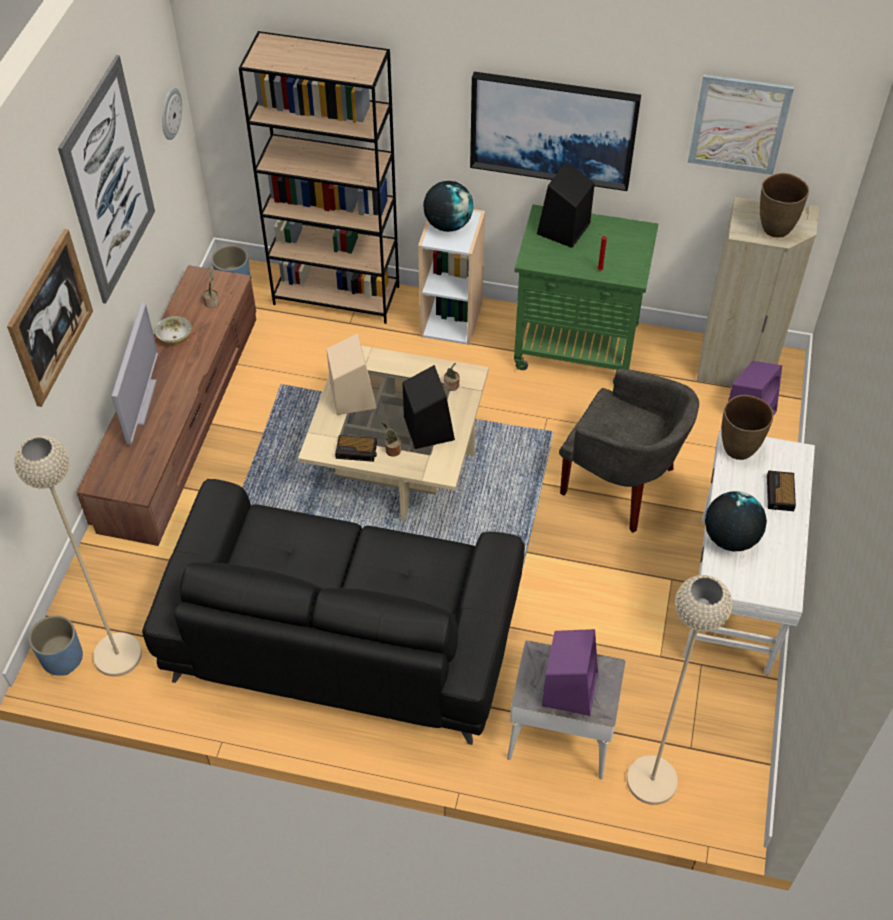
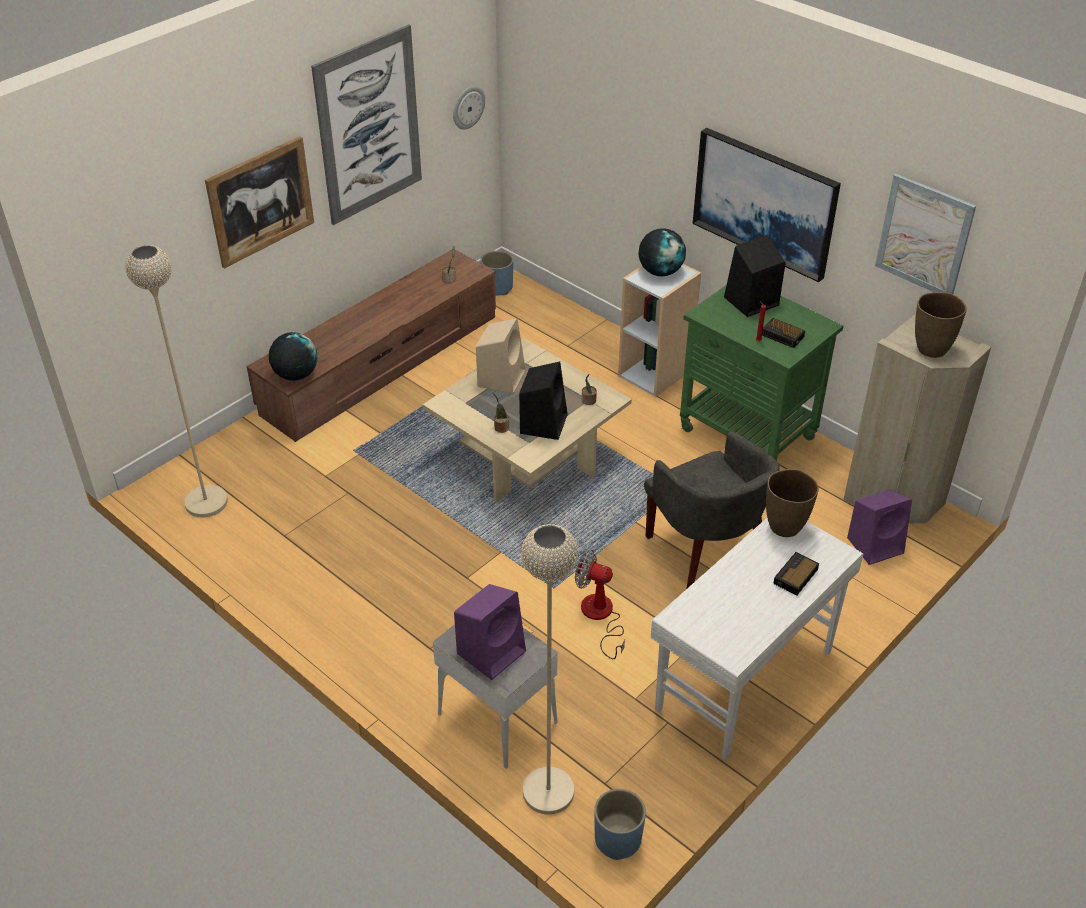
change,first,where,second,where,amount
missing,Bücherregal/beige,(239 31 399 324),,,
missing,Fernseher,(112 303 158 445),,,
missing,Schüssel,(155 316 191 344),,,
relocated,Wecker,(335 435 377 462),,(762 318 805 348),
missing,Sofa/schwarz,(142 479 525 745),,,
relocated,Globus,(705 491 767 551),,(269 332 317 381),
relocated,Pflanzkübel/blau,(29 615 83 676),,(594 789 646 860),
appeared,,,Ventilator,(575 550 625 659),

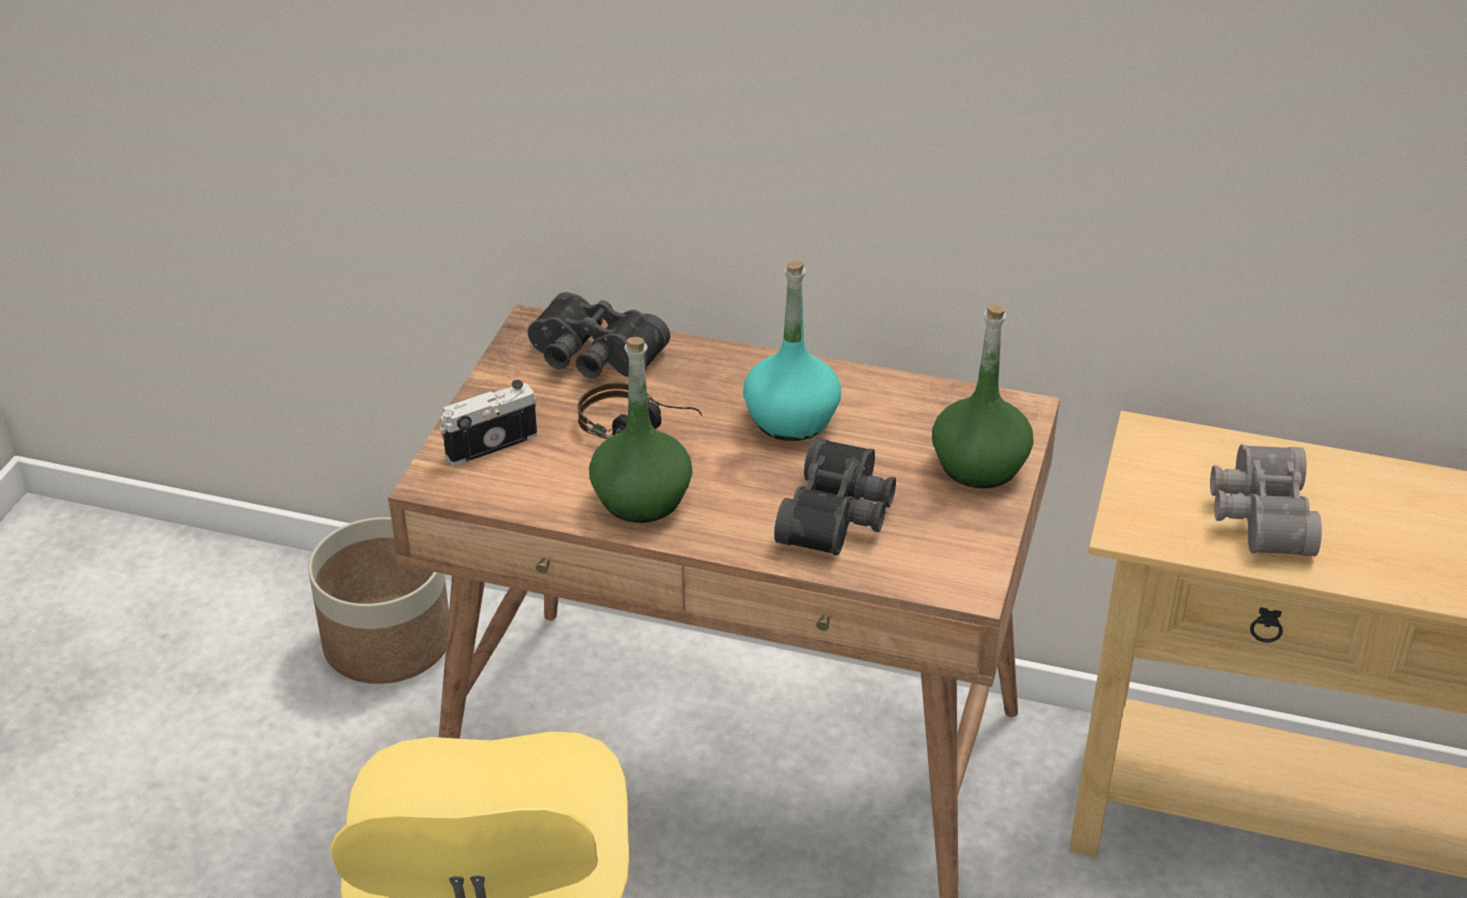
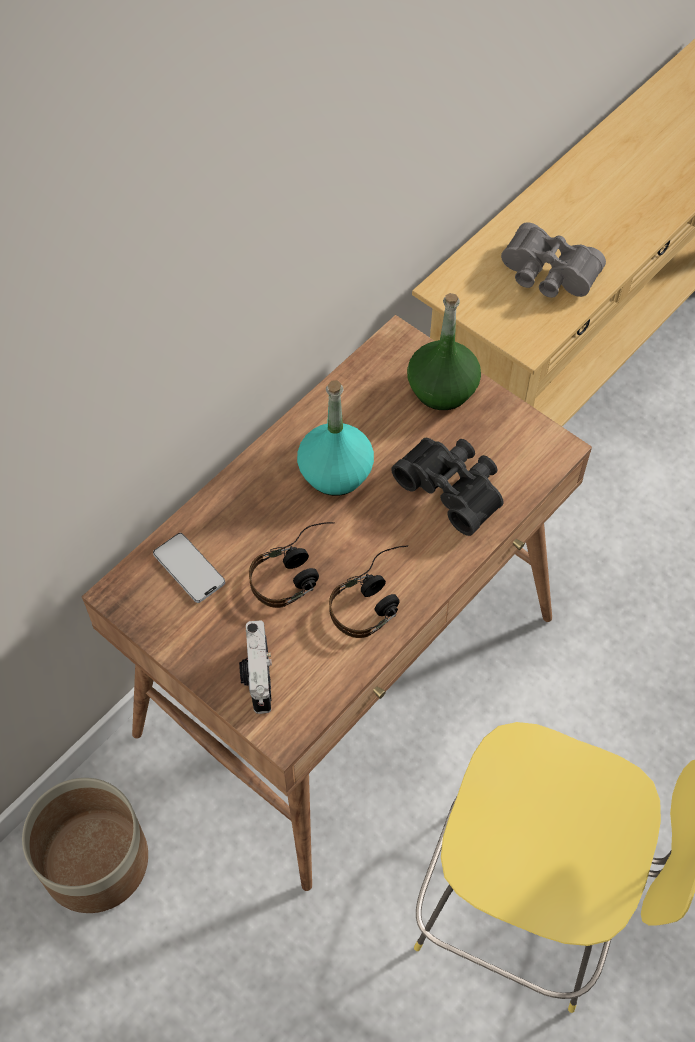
change,first,where,second,where,amount
exchanged,Fernglas/schwarz,(528 292 670 378),Handy,(153 533 225 603),
exchanged,Flasche/grün,(589 337 692 523),Kopfhörer,(329 546 408 638),

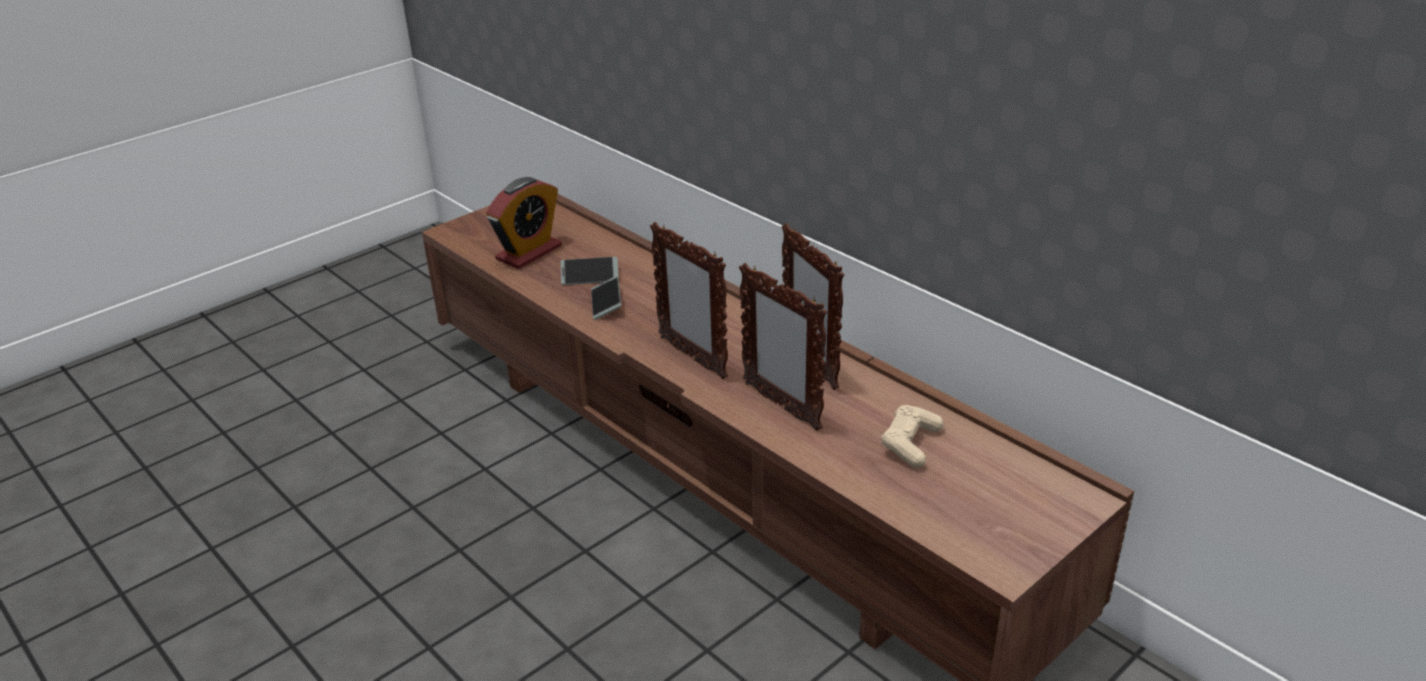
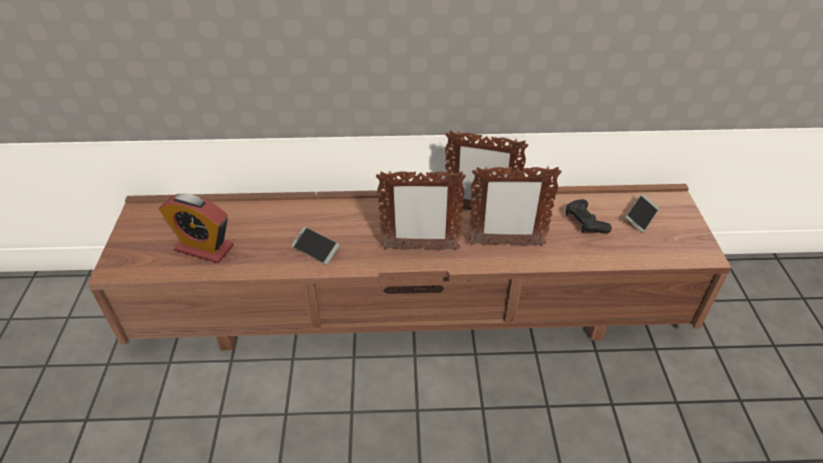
change,first,where,second,where,amount
spun,Wecker,(486 177 562 269),,(159 193 234 263),120 degrees clockwise
relocated,Handy,(561 257 619 285),,(625 194 659 232),
colour,Gamepad/beige,(881 405 944 468),Gamepad/schwarz,(566 199 612 234),

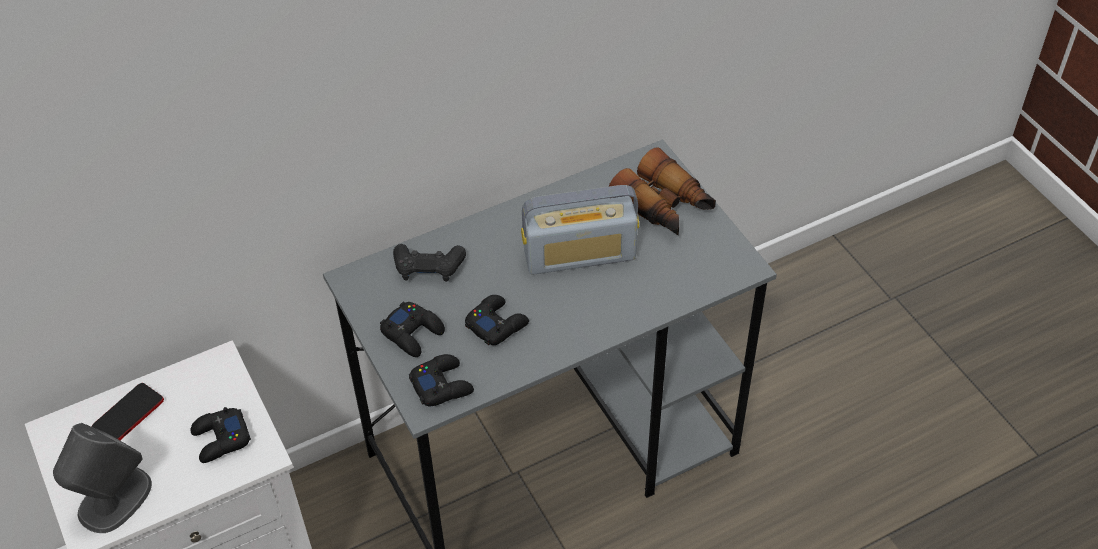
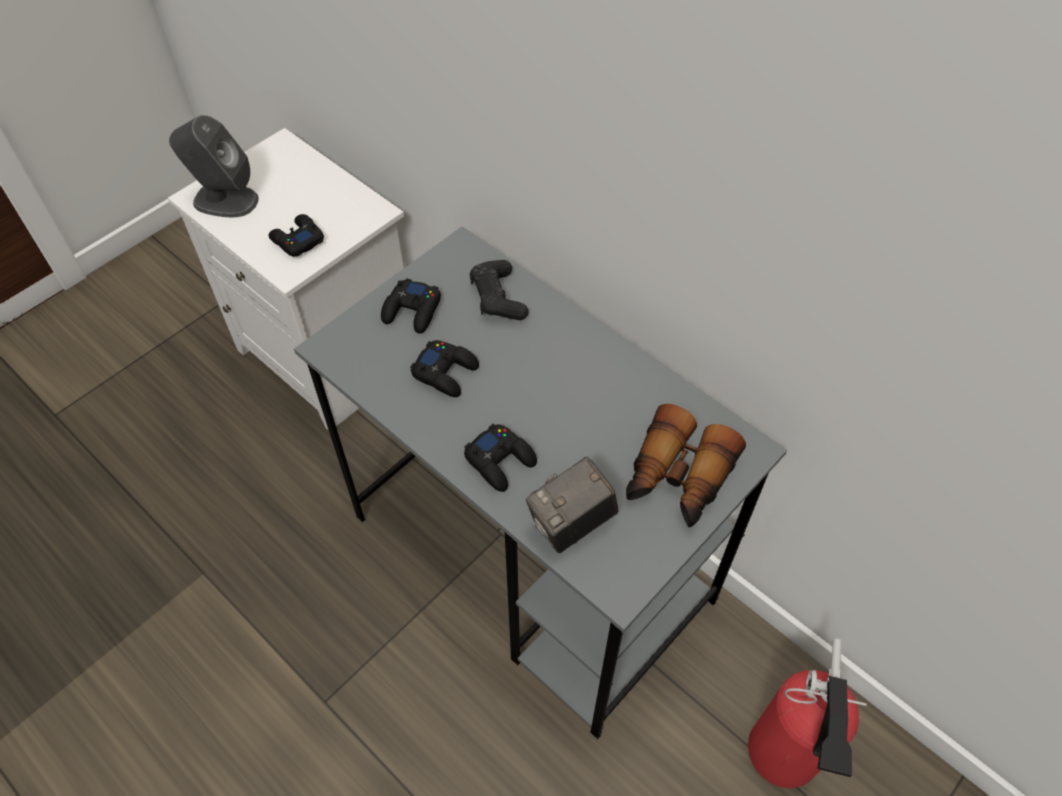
change,first,where,second,where,amount
missing,Radio,(521 185 639 275),,,
relocated,Gamepad/schwarz,(409 354 474 407),,(464 423 537 492),
missing,Handy,(92 383 164 440),,,
appeared,,,Kamera,(526 457 619 553),
appeared,,,Feuerlöscher,(748 639 867 788),

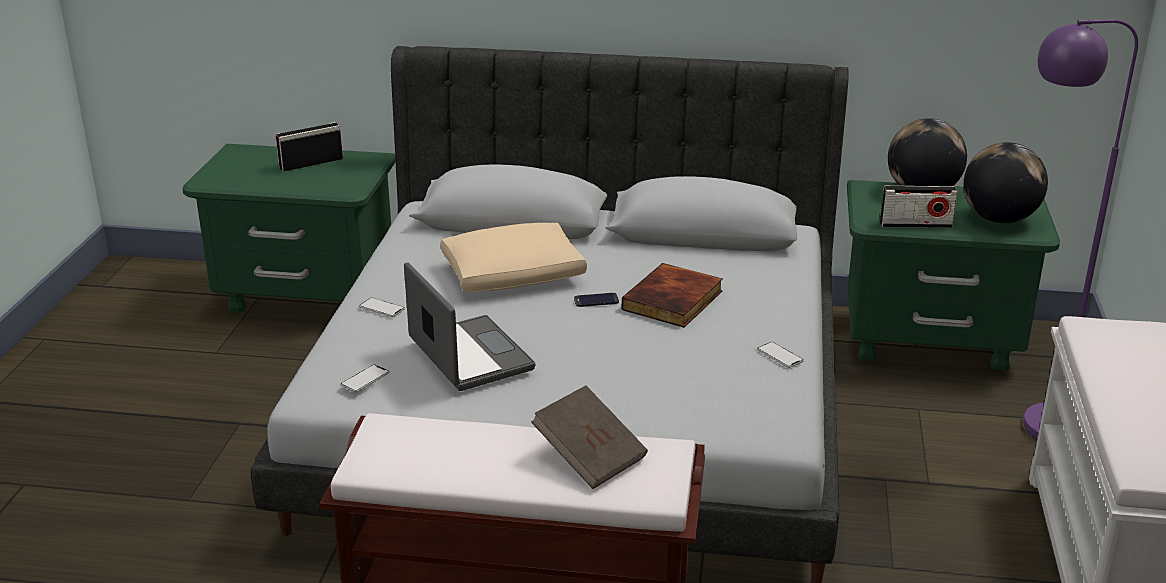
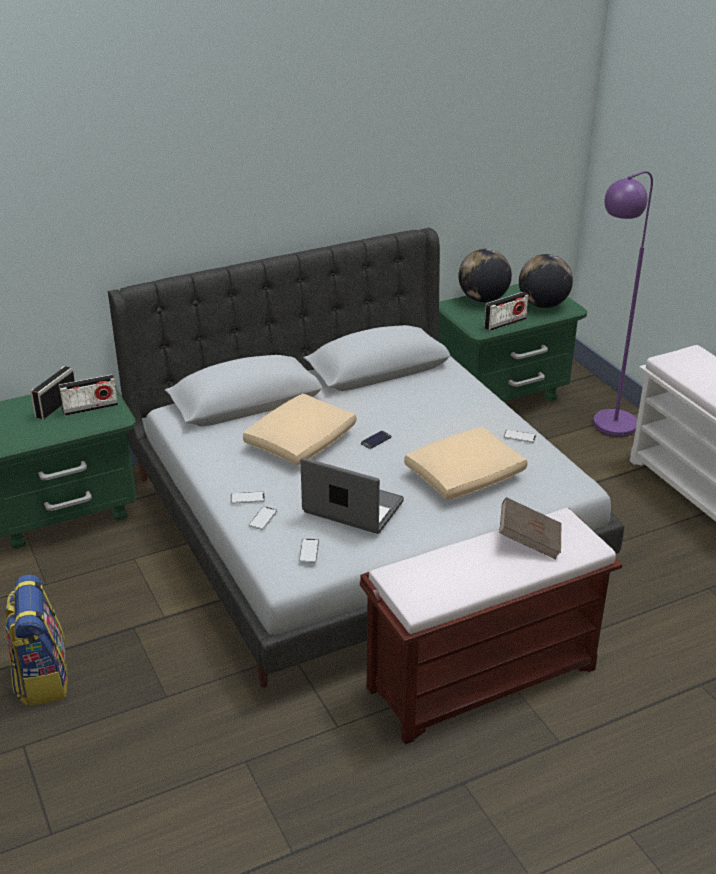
change,first,where,second,where,amount
missing,Buch,(622 263 723 328),,,
appeared,,,Radio,(58 374 118 416),
appeared,,,Kissen/beige,(404 427 528 500),
appeared,,,Handy,(249 506 278 530),
appeared,,,Rucksack,(5 574 68 706),

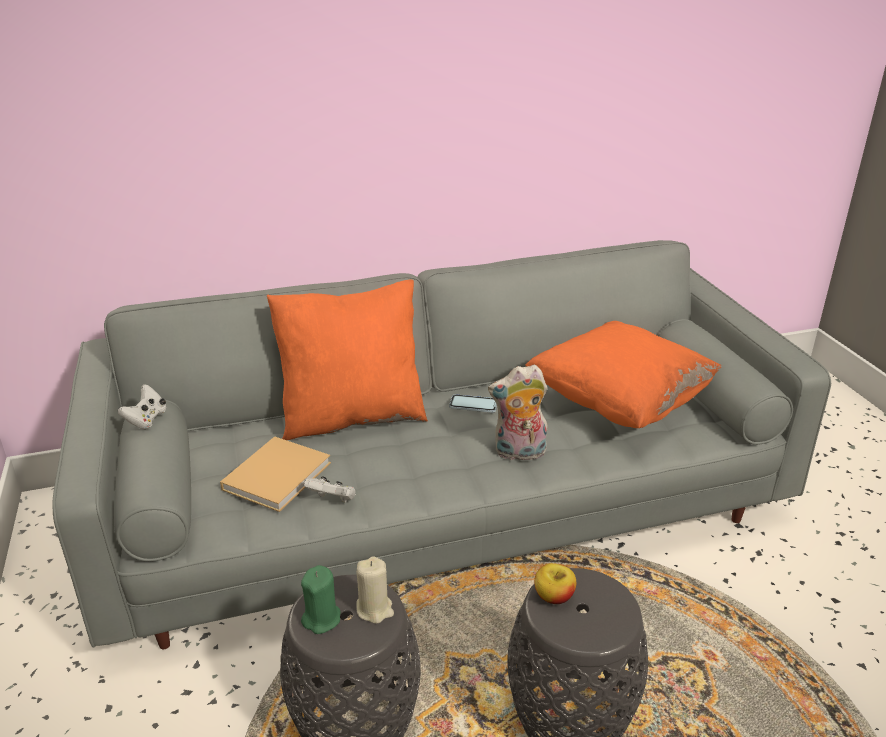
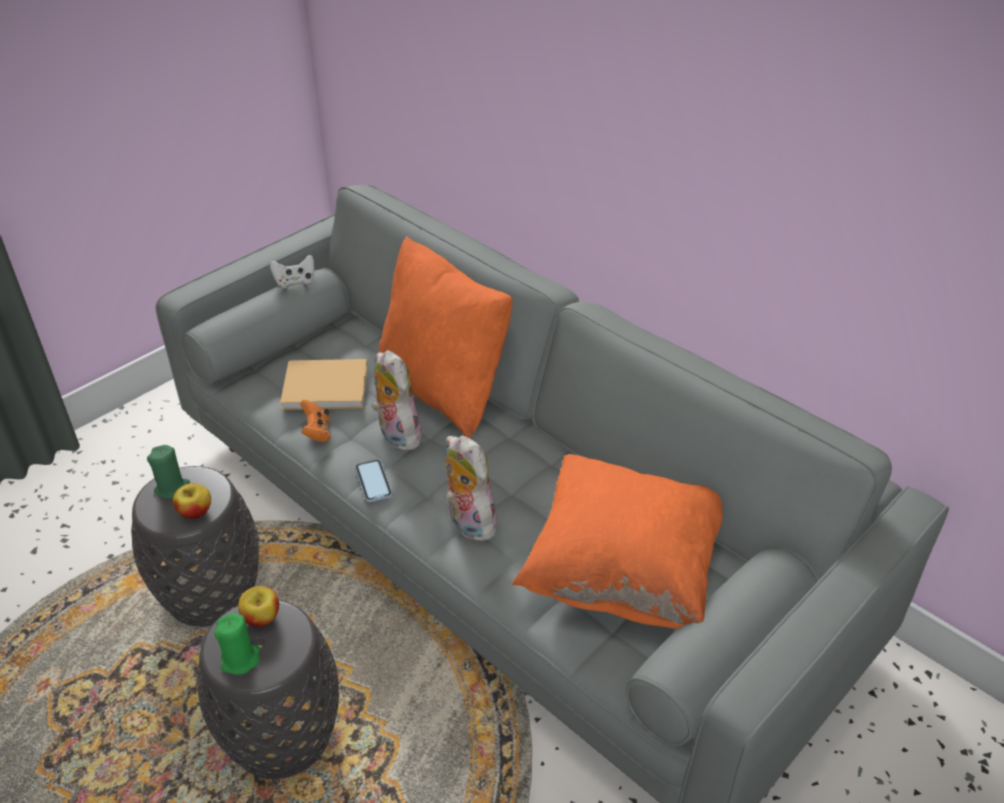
change,first,where,second,where,amount
relocated,Handy,(449 394 497 413),,(355 459 393 502),
colour,Gamepad/weiß,(304 476 356 503),Gamepad/orange,(300 400 331 442),
exchanged,Kerze/beige,(356 556 394 624),Apfel,(173 483 211 519),
appeared,,,Plüschtier,(372 350 425 451),
appeared,,,Kerze/grün,(214 613 260 675),

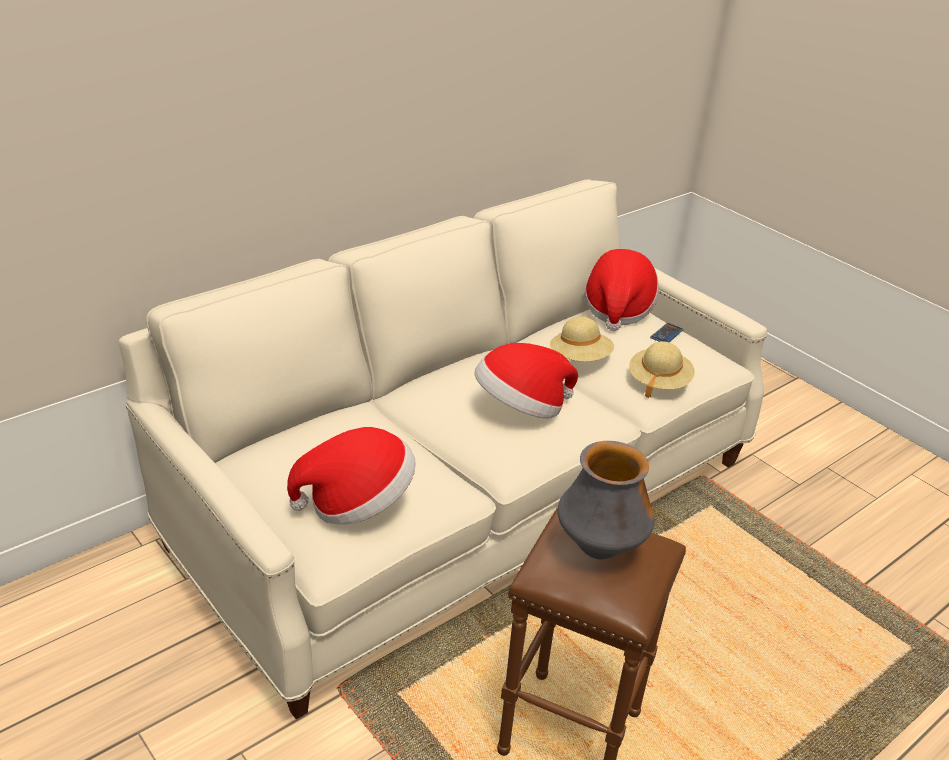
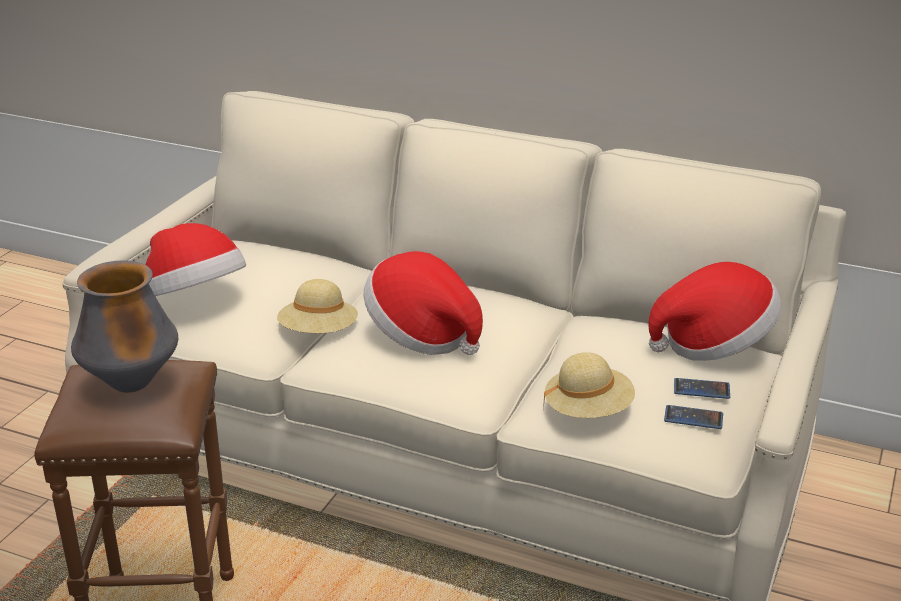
change,first,where,second,where,amount
relocated,Hut/beige,(550 317 614 362),,(277 279 358 333),
appeared,,,Handy,(664 405 723 429),

